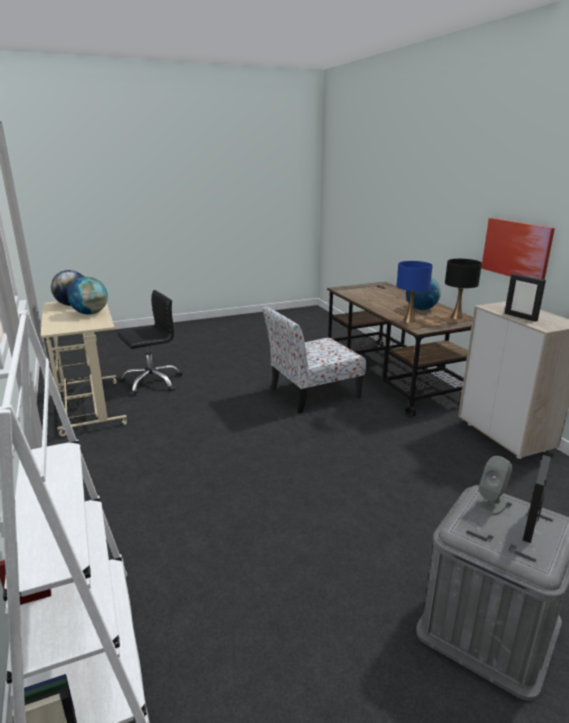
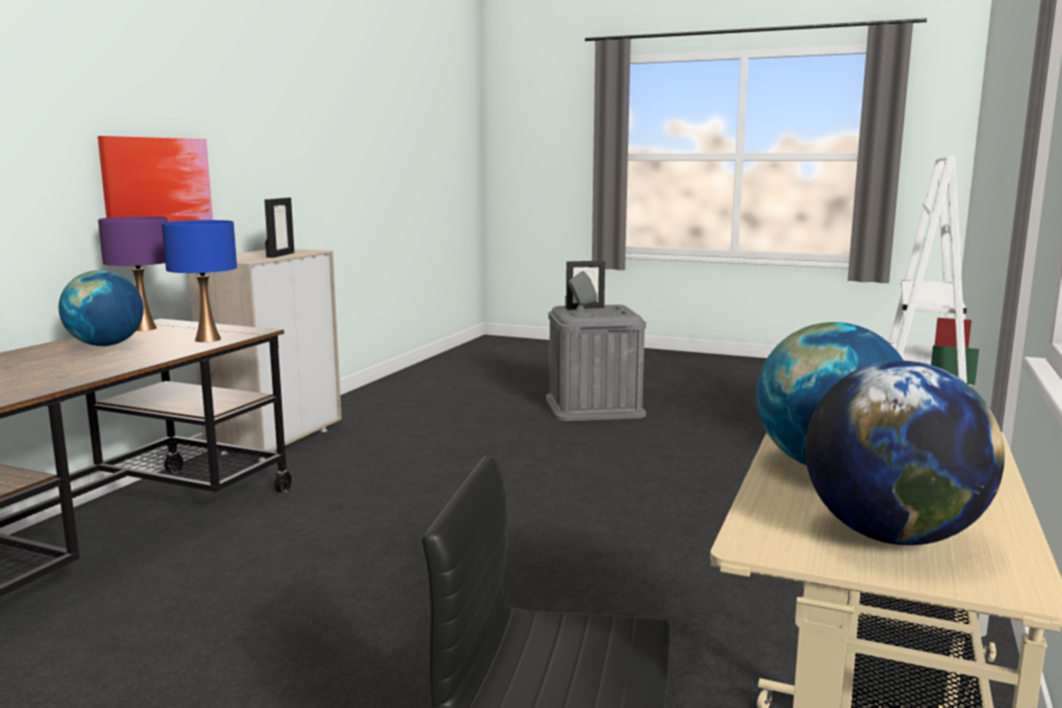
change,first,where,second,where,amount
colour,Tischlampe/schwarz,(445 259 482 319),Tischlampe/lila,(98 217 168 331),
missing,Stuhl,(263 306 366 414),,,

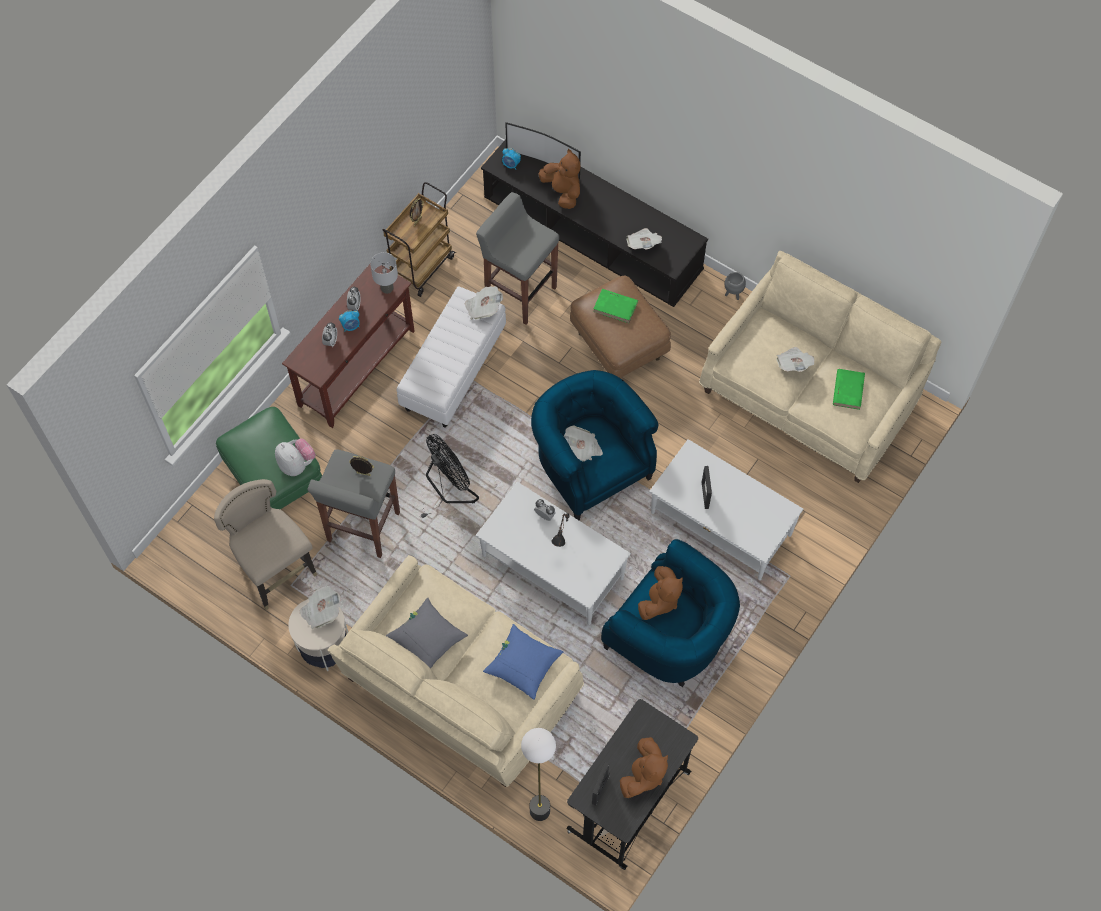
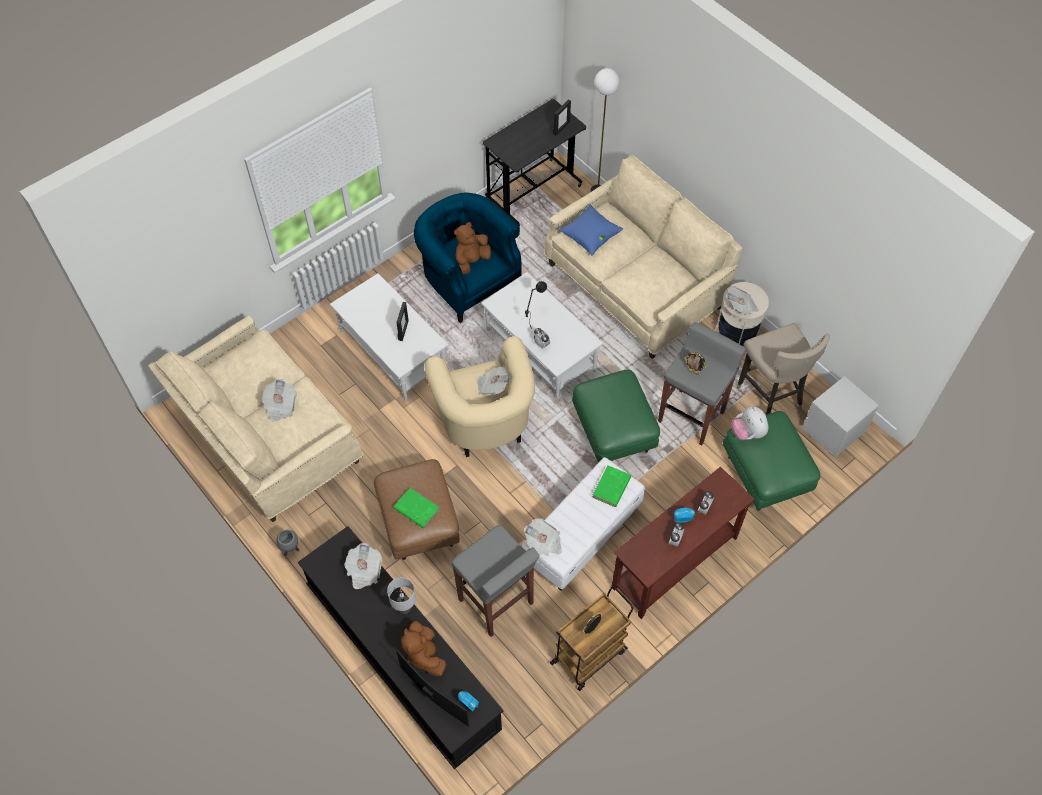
change,first,where,second,where,amount
relocated,Tischlampe/weiß,(370 252 398 294),,(387 578 416 614),
relocated,Buch/grün,(833 369 865 410),,(592 465 631 507),
colour,Sessel/blau,(531 370 658 520),Sessel/beige,(424 336 535 457),
exchanged,Ventilator/schwarz,(421 434 479 518),Polsterhocker/grün,(572 370 660 463),
missing,Kissen/grau,(386 597 468 669),,,
missing,Plüschtier/braun,(620 737 668 798),,,
appeared,,,Nachttisch/weiß,(802 376 879 457),

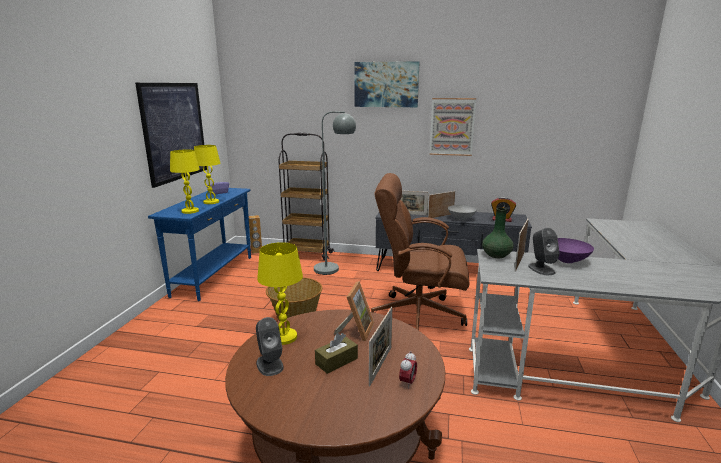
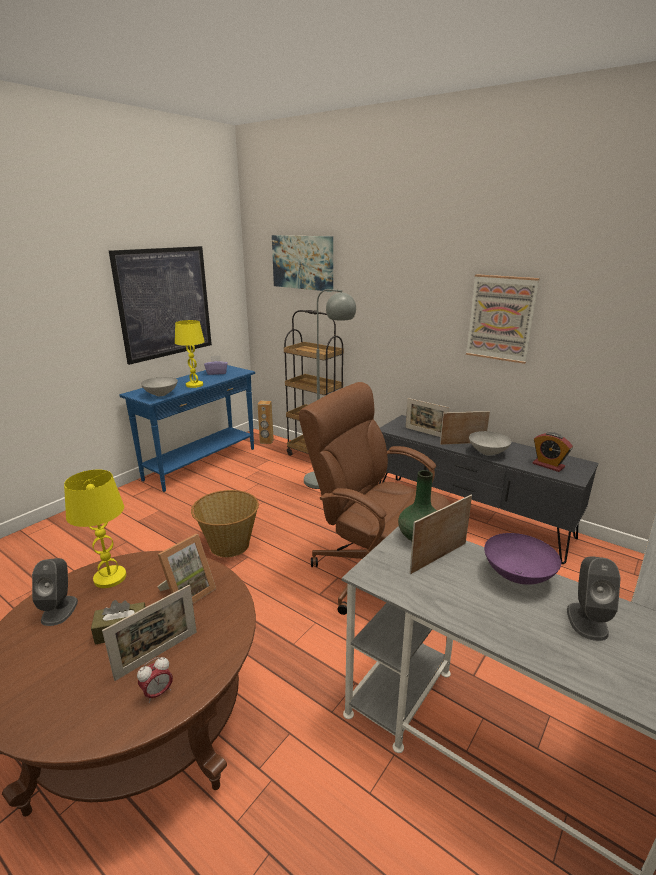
change,first,where,second,where,amount
relocated,Bild,(354 61 420 107),,(272 235 333 292),
exchanged,Tischlampe/gelb,(170 150 200 214),Schüssel/grau,(141 377 178 396),
relocated,Lautsprecher/grau,(528 228 560 275),,(567 556 621 641),

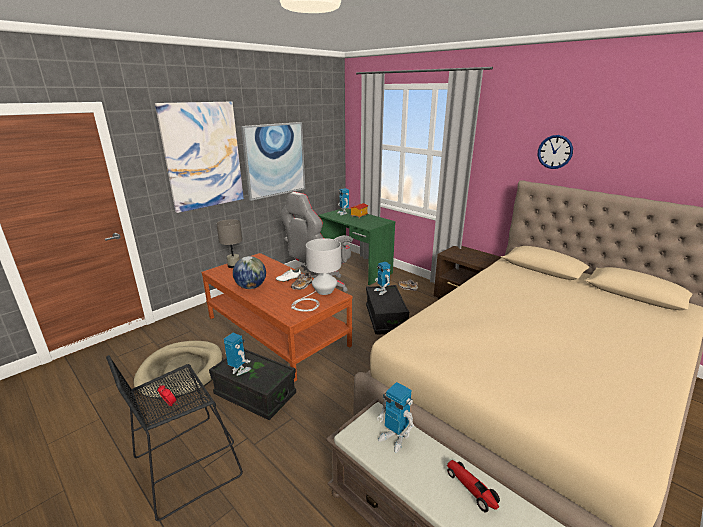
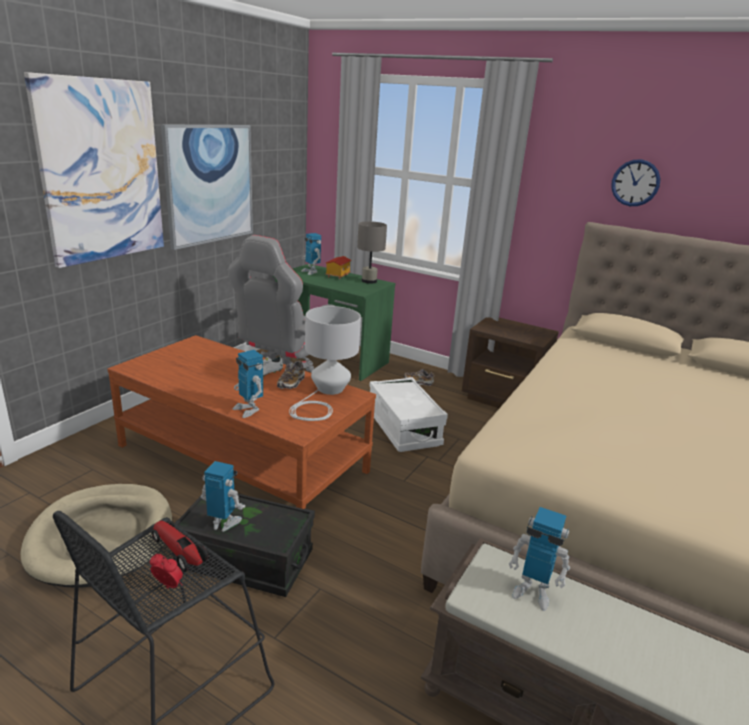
change,first,where,second,where,amount
relocated,Tischlampe/grau,(216 219 242 268),,(357 221 387 284),
missing,Globus,(233 256 266 289),,,
relocated,Spielzeugroboter,(374 262 390 295),,(233 350 263 418),
colour,Aufbewahrungsbox/schwarz,(366 285 409 335),Aufbewahrungsbox/weiß,(369 377 448 452),
relocated,Spielzeugauto,(447 460 500 512),,(152 521 208 572),

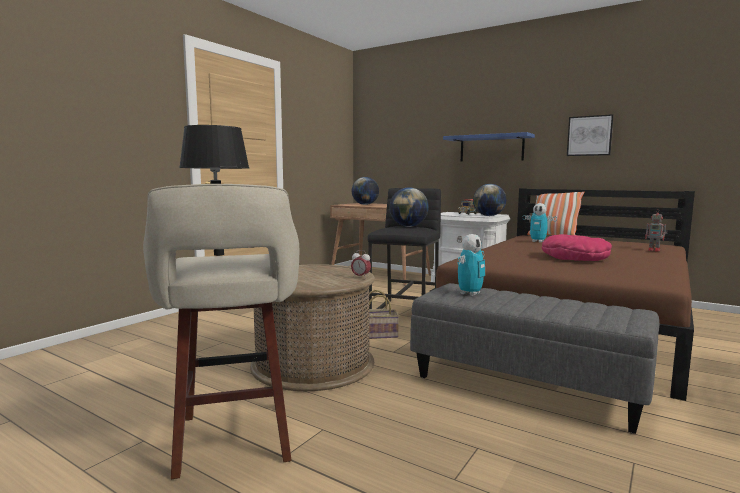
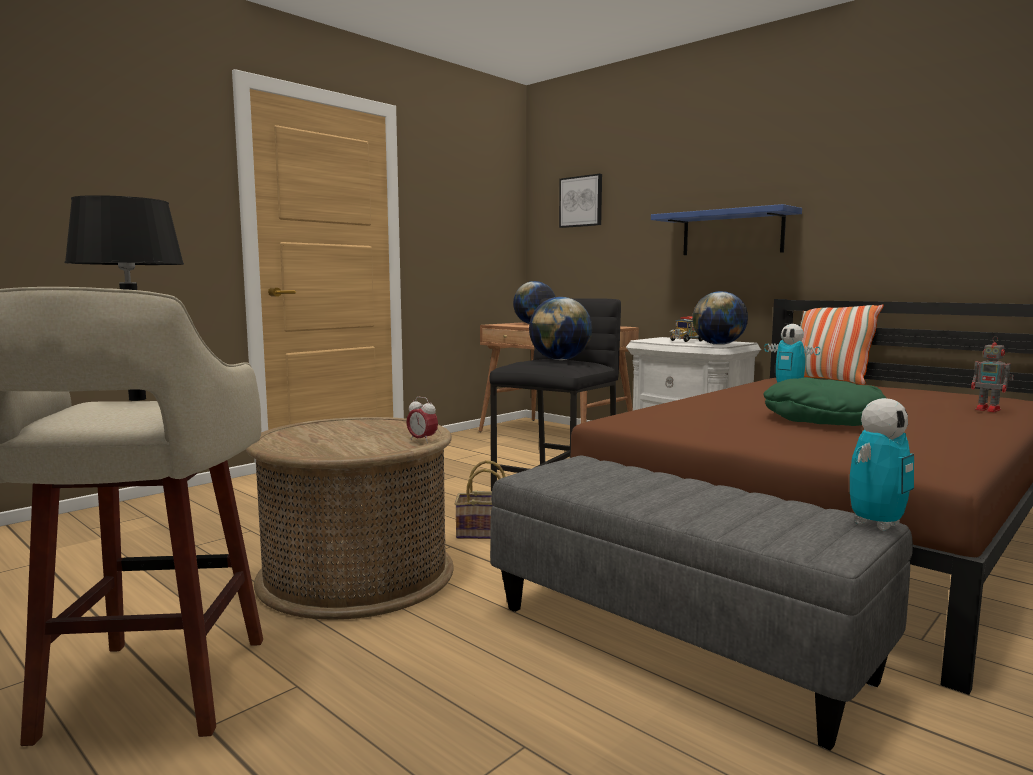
change,first,where,second,where,amount
relocated,Bild,(567 114 614 156),,(559 174 602 228),
relocated,Spielzeugroboter,(457 234 485 296),,(850 398 914 531),
colour,Kissen/rosa,(542 234 612 261),Kissen/grün,(764 378 886 426),

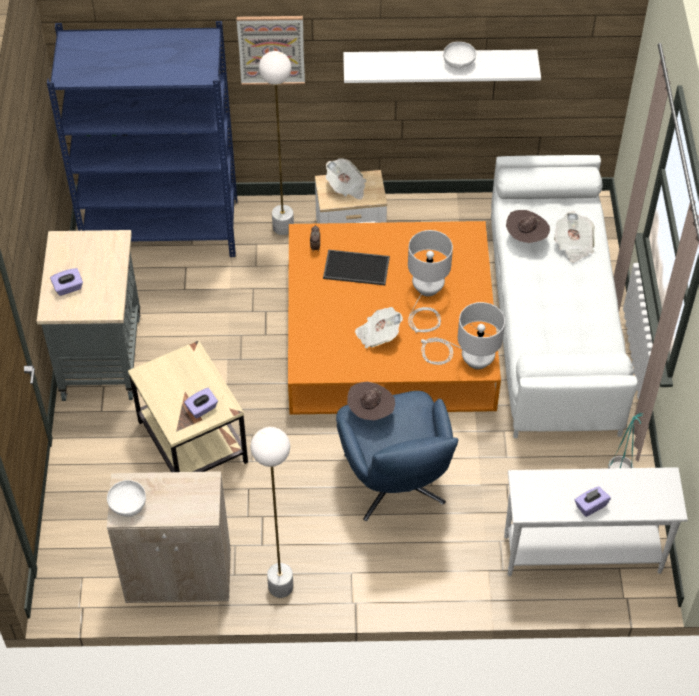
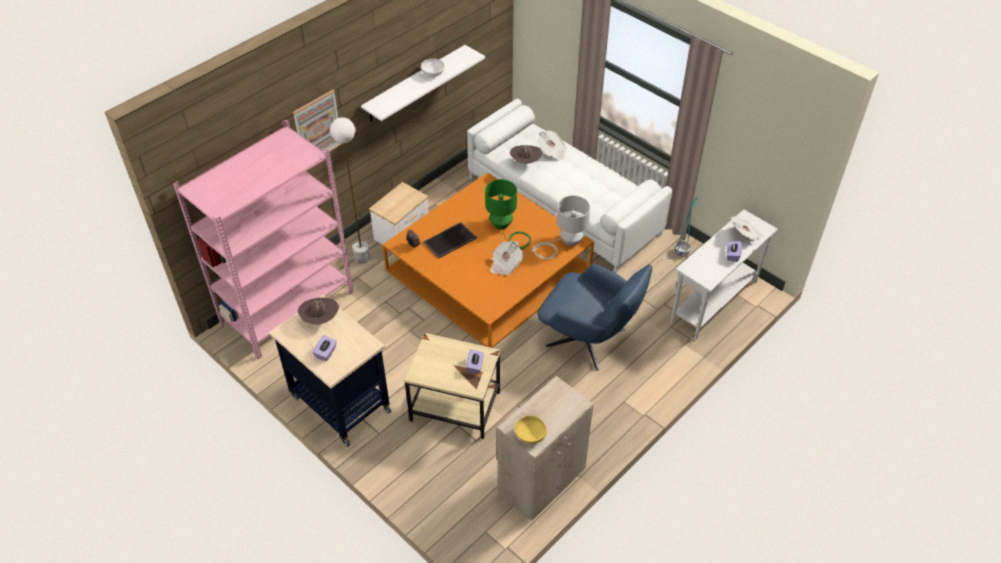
change,first,where,second,where,amount
colour,Bücherregal/blau,(47 21 237 257),Bücherregal/rosa,(173 120 354 360),
relocated,Zeitung,(326 158 366 200),,(731 216 763 240),
colour,Rollwagen/grau,(37 230 141 401),Rollwagen/blau,(269 295 391 447),
colour,Tischlampe/grau,(408 230 453 332),Tischlampe/grün,(485 179 531 250),
relocated,Hut/braun,(347 382 395 420),,(298 297 339 325),
missing,Stehlampe/weiß,(250 427 293 598),,,
colour,Schüssel/weiß,(107 480 146 517),Schüssel/gelb,(515 416 547 444),

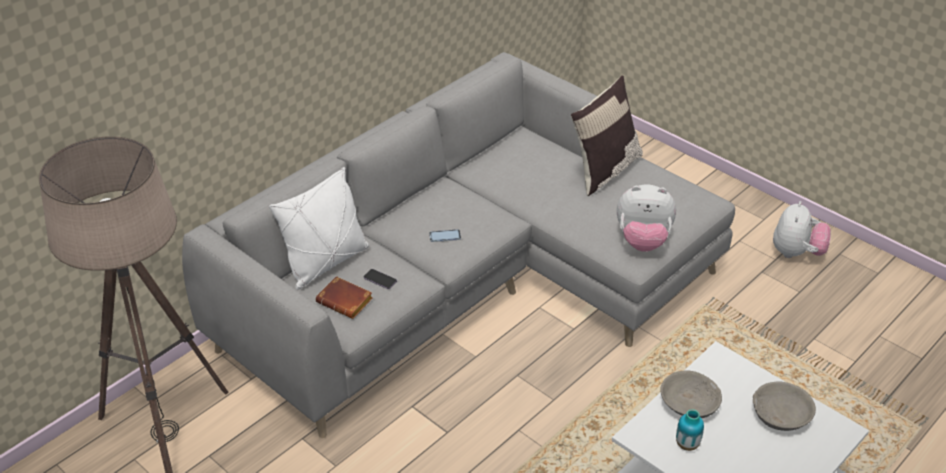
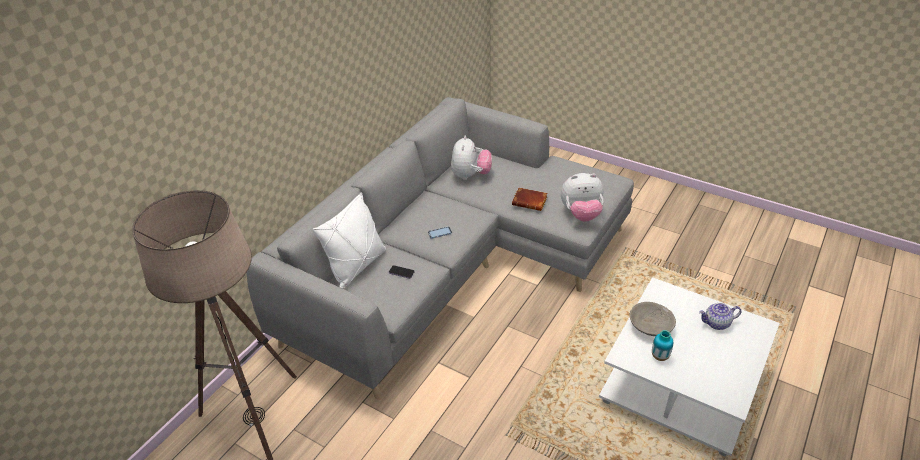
change,first,where,second,where,amount
missing,Kissen,(571 76 643 196),,,
relocated,Plüschtier,(773 201 831 258),,(451 136 492 180),
relocated,Buch/braun,(315 276 373 319),,(512 188 548 211),
exchanged,Schüssel/grau,(753 382 816 431),Teekanne,(699 303 741 330),

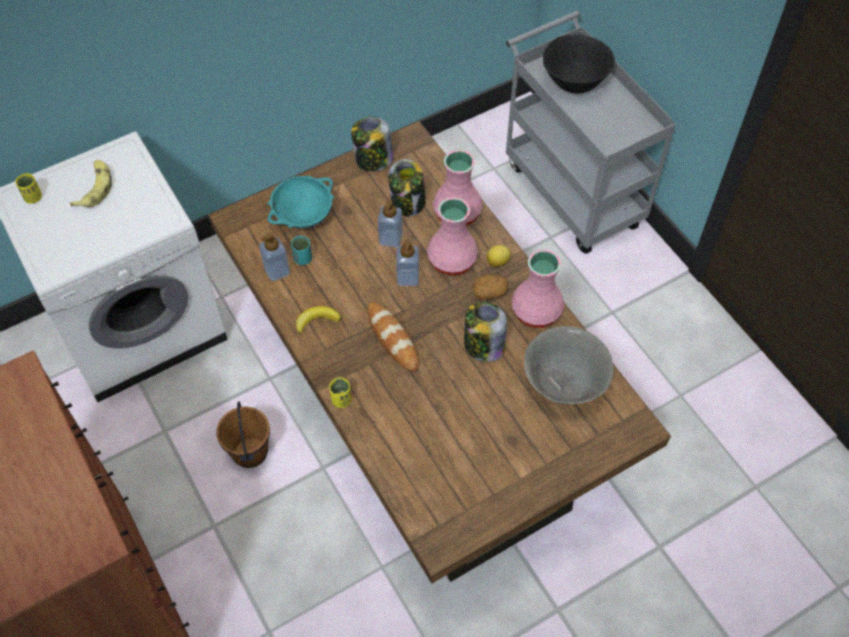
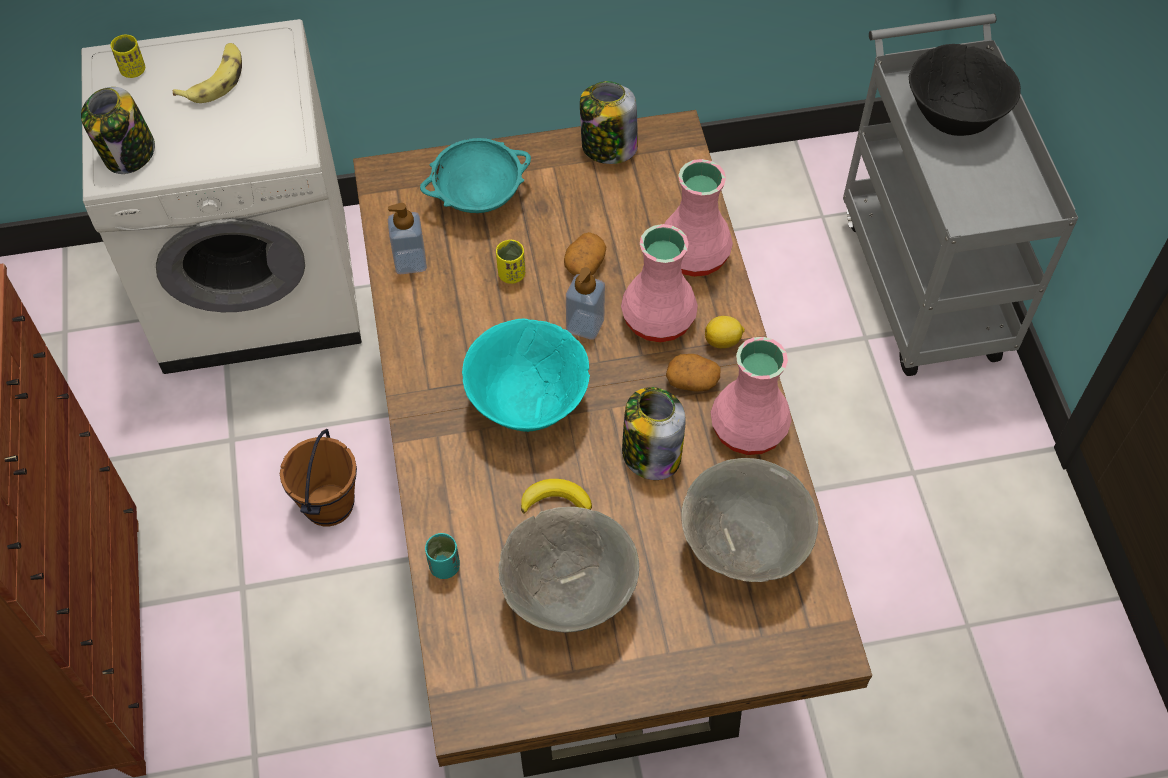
change,first,where,second,where,amount
relocated,Vorratsglas,(388 159 426 216),,(81 87 155 174),
exchanged,Seifenspender,(378 200 403 248),Kartoffel,(564 232 606 275),
relocated,Tasse/türkis,(291 236 312 265),,(425 533 460 579),
exchanged,Brot,(367 302 419 372),Schüssel/türkis,(462 318 590 432),
relocated,Banane,(296 306 341 334),,(521 479 592 514),
relocated,Tasse/gelb,(329 378 352 408),,(496 240 525 284),
appeared,,,Schüssel/grau,(498 507 639 633),

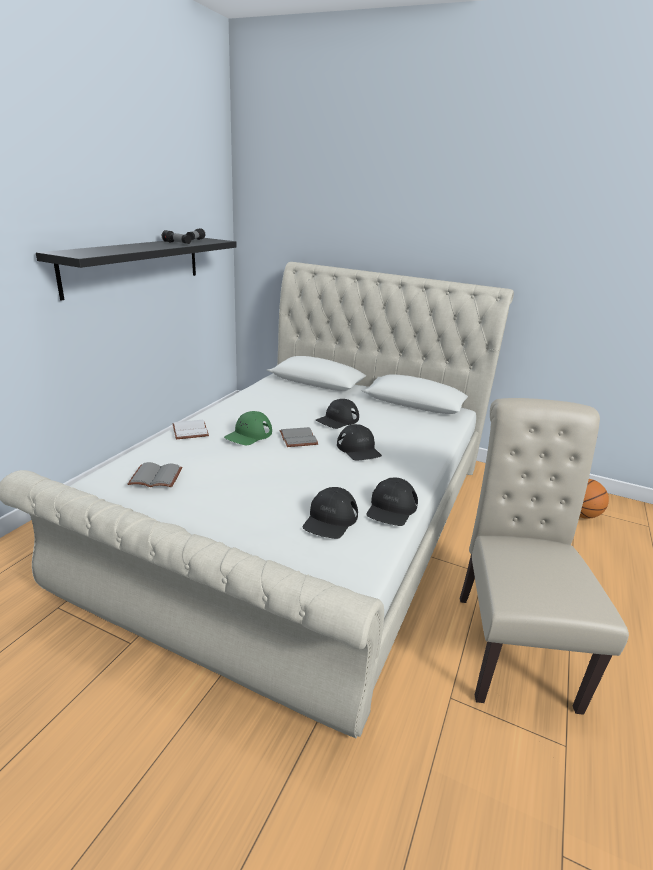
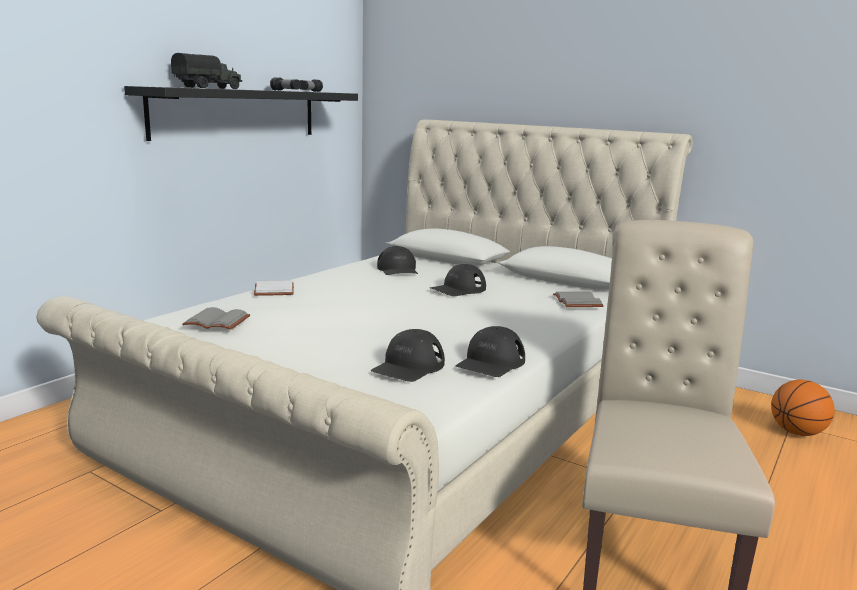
change,first,where,second,where,amount
missing,Kappe/grün,(224 411 272 445),,,
relocated,Kappe/schwarz,(337 424 382 461),,(377 246 418 275),
relocated,Buch/grau,(279 427 318 447),,(553 292 604 307),
appeared,,,Spielzeuglaster,(171 53 242 89),

